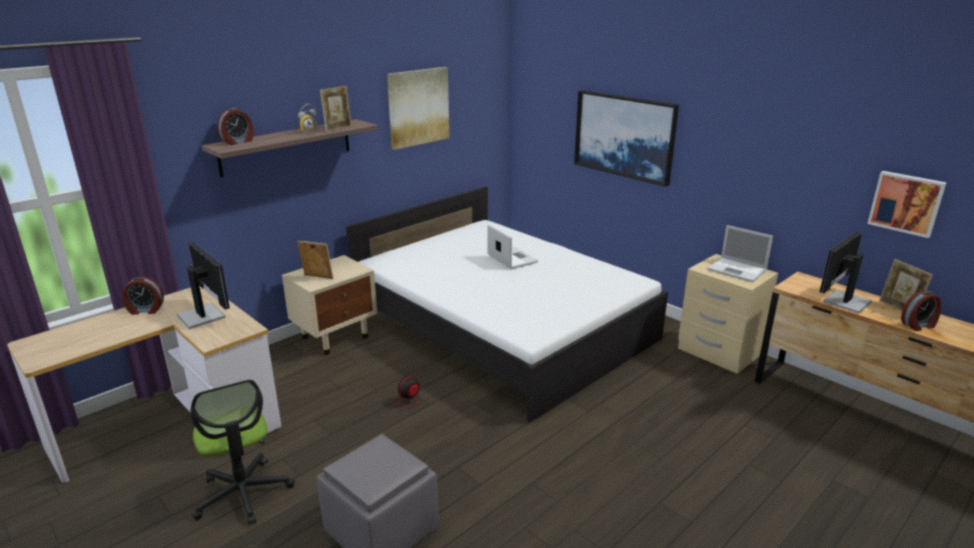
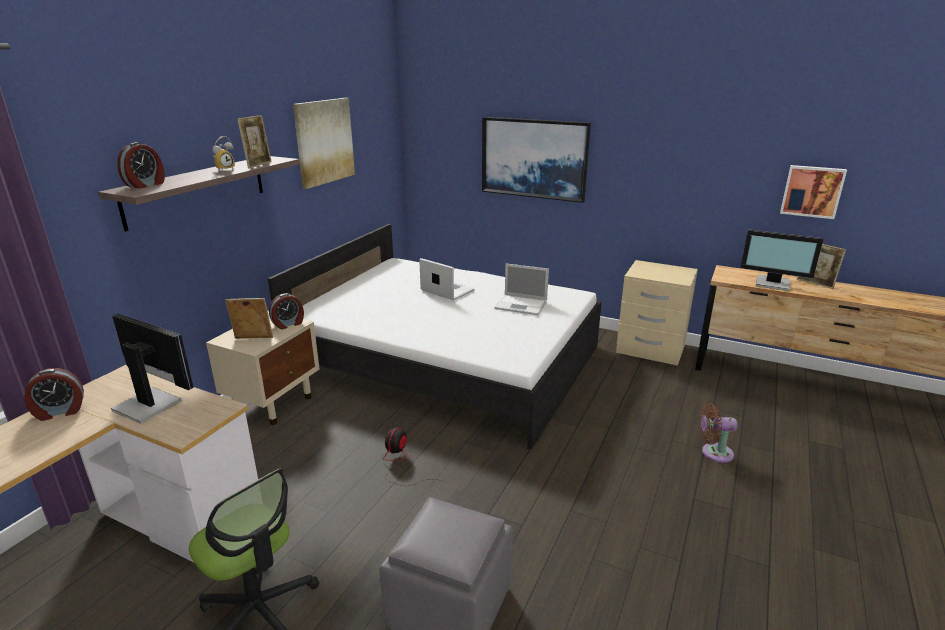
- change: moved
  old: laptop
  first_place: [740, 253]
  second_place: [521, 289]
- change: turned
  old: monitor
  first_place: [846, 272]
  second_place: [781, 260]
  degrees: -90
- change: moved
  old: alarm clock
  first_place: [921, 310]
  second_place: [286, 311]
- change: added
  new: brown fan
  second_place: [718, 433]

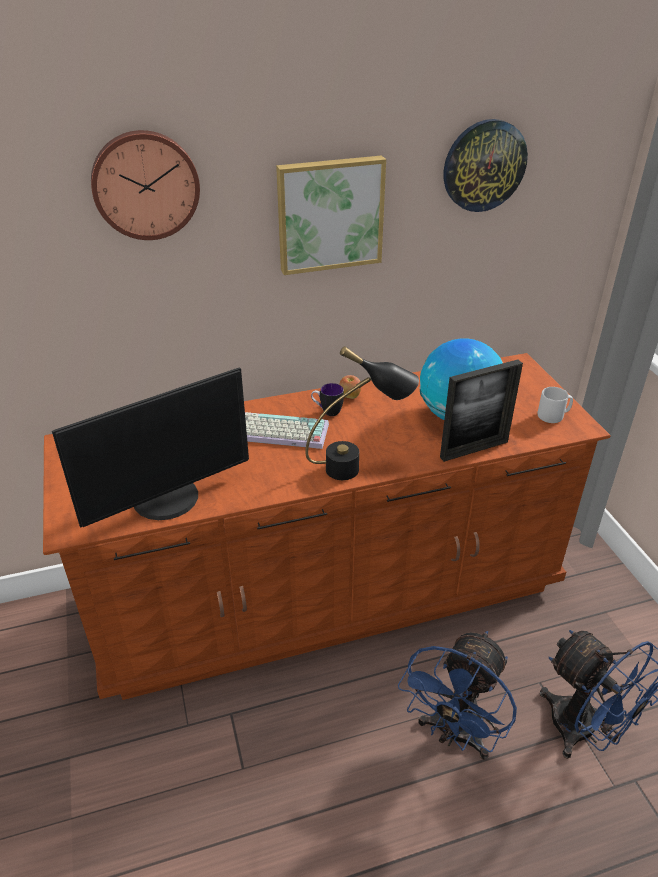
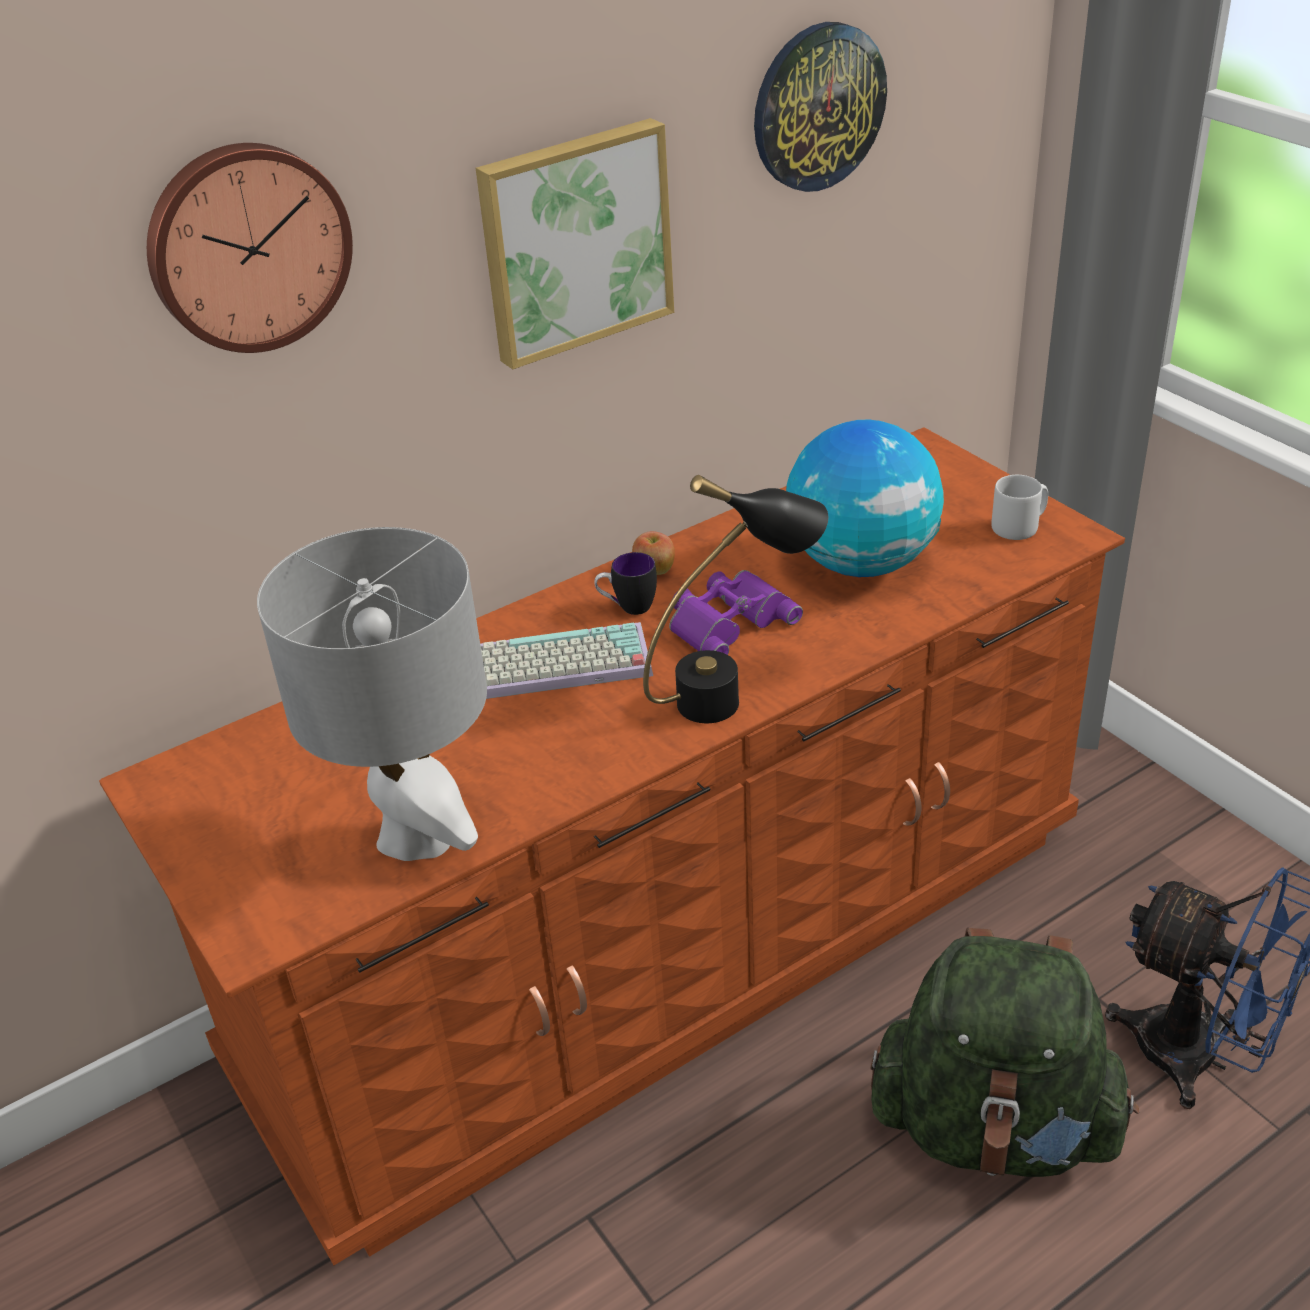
- change: removed
  old: picture frame
  first_place: [481, 410]
- change: replaced
  old: monitor
  new: grey table lamp
  first_place: [150, 447]
  second_place: [372, 694]
- change: replaced
  old: blue fan
  new: green backpack
  first_place: [457, 695]
  second_place: [1004, 1052]
- change: added
  new: purple binoculars
  second_place: [736, 612]

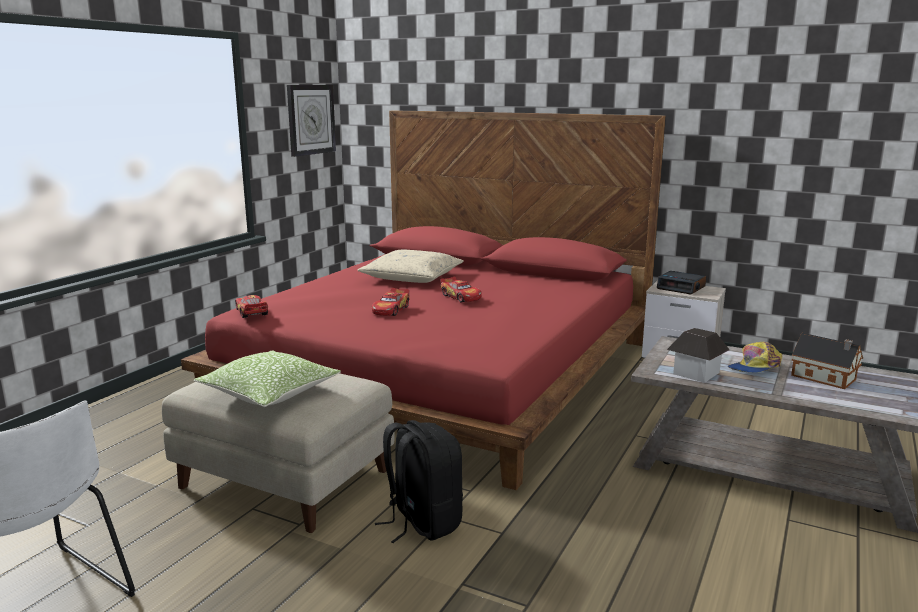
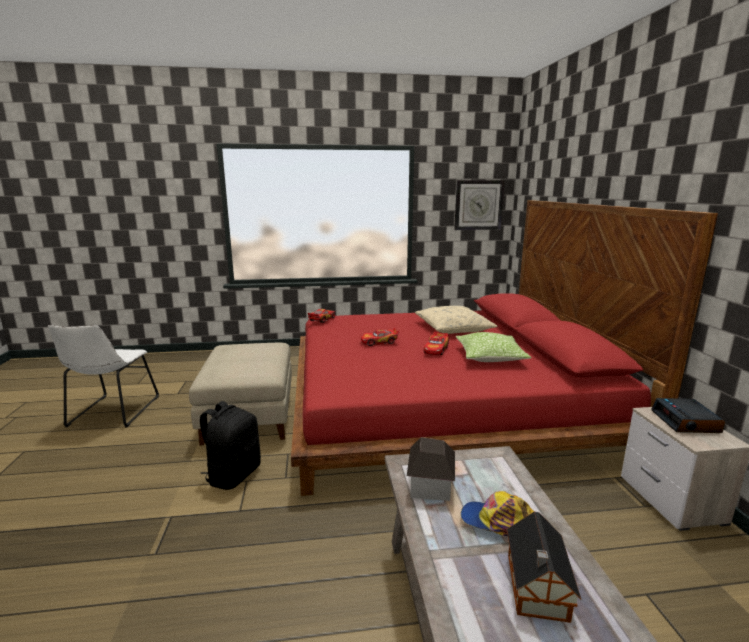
- change: moved
  old: pillow
  first_place: [267, 378]
  second_place: [494, 347]

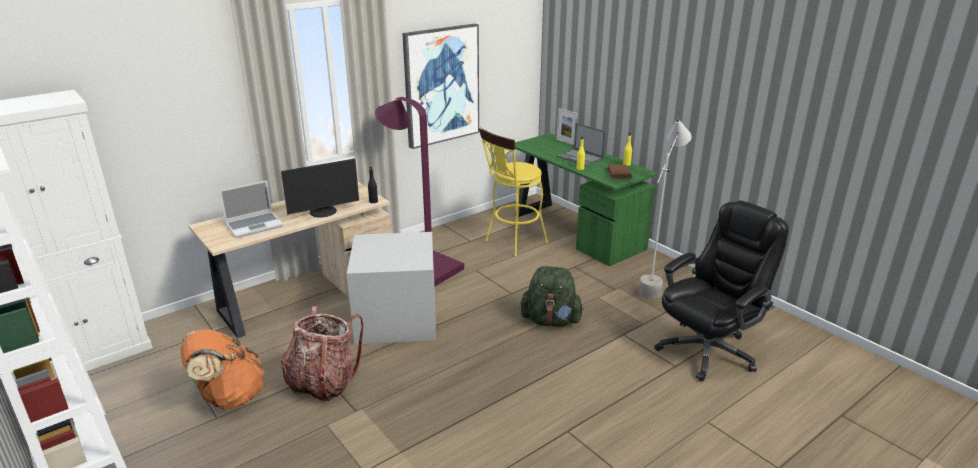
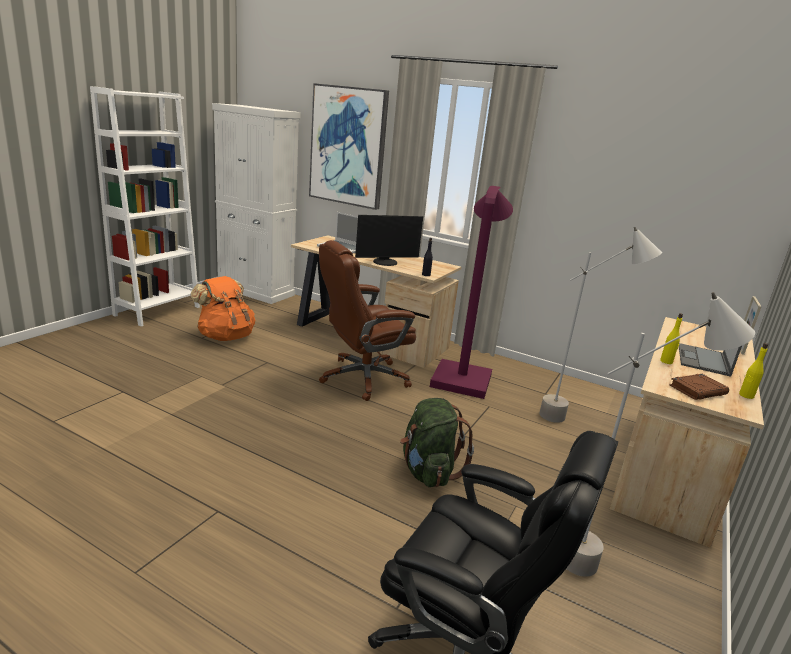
- change: moved
  old: picture
  first_place: [440, 86]
  second_place: [349, 146]
- change: replaced
  old: yellow stool
  new: grey floor lamp
  first_place: [513, 192]
  second_place: [600, 325]
- change: recoloured
  old: green desk
  new: beige desk
  first_place: [586, 199]
  second_place: [687, 432]
- change: turned
  old: monitor
  first_place: [320, 188]
  second_place: [389, 240]
  degrees: -60
- change: replaced
  old: grey storage box
  new: brown office chair
  first_place: [391, 288]
  second_place: [367, 320]
- change: removed
  old: backpack
  first_place: [322, 354]

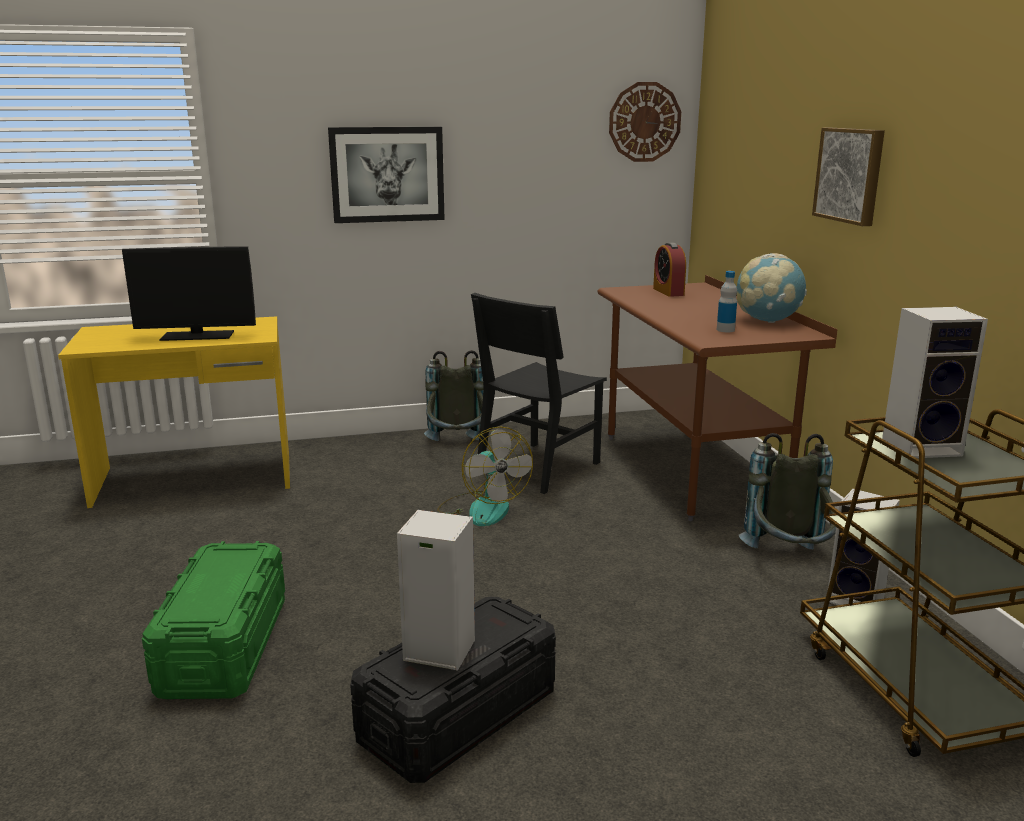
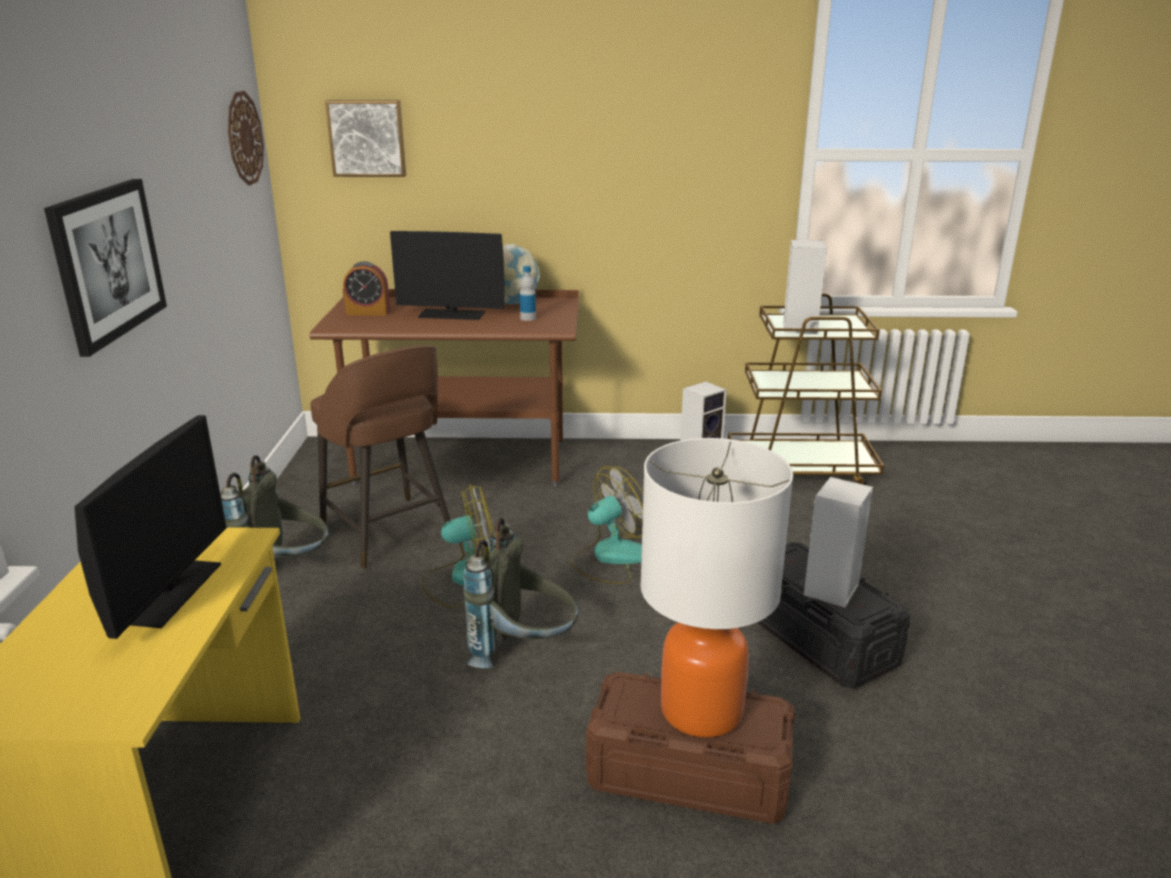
- change: moved
  old: picture
  first_place: [848, 177]
  second_place: [365, 138]
- change: replaced
  old: black chair
  new: brown stool
  first_place: [539, 393]
  second_place: [380, 456]
- change: moved
  old: grey backpack
  first_place: [787, 491]
  second_place: [521, 592]
- change: recoloured
  old: green storage box
  new: brown storage box
  first_place: [213, 620]
  second_place: [690, 748]
- change: added
  new: monitor
  second_place: [447, 275]
- change: added
  new: table lamp
  second_place: [716, 588]
- change: added
  new: fan
  second_place: [606, 525]

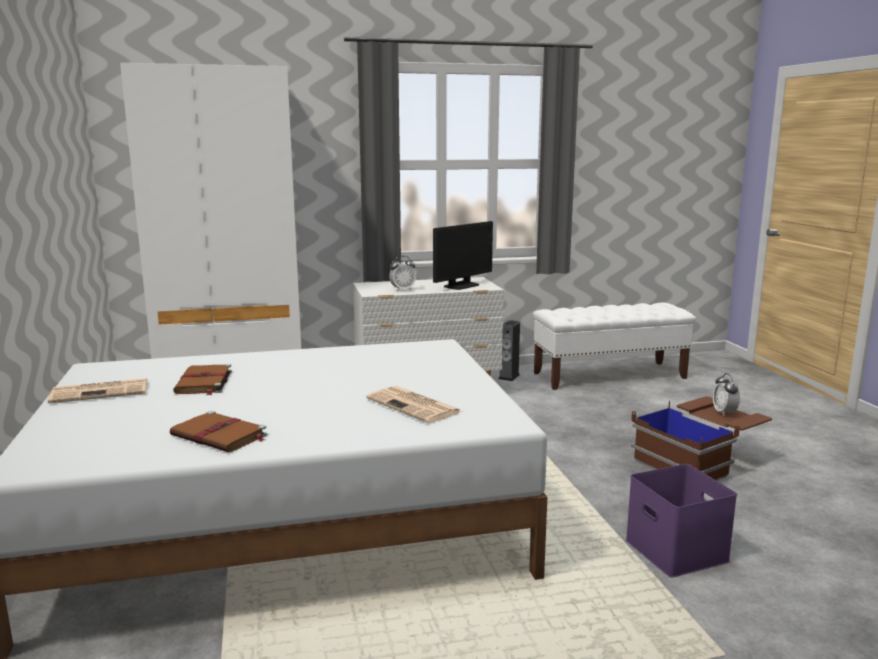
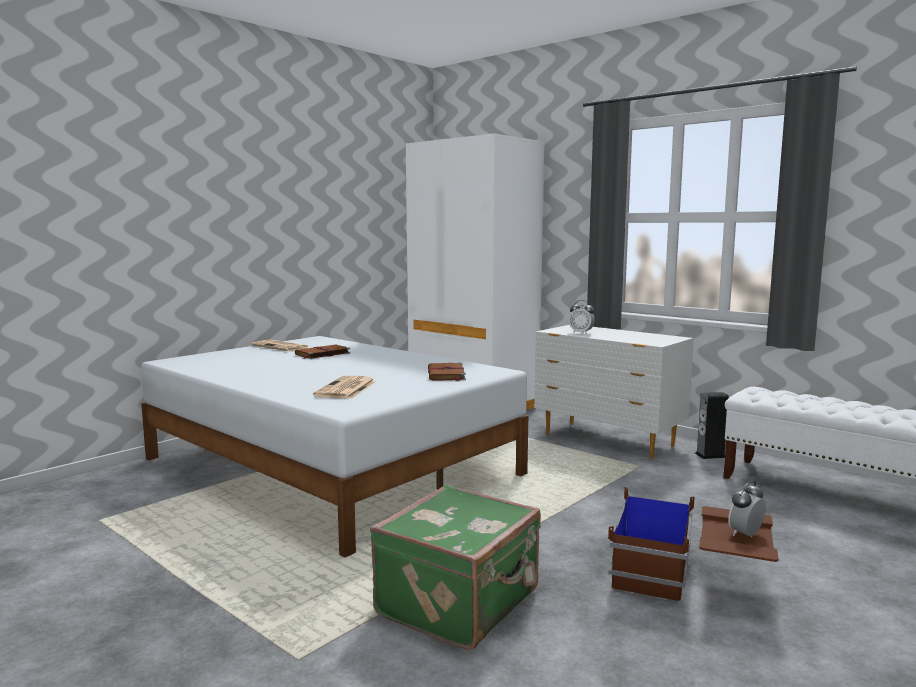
- change: removed
  old: monitor
  first_place: [463, 255]
- change: moved
  old: brown book
  first_place: [218, 431]
  second_place: [447, 372]
- change: replaced
  old: purple storage box
  new: green suitcase
  first_place: [681, 520]
  second_place: [455, 567]

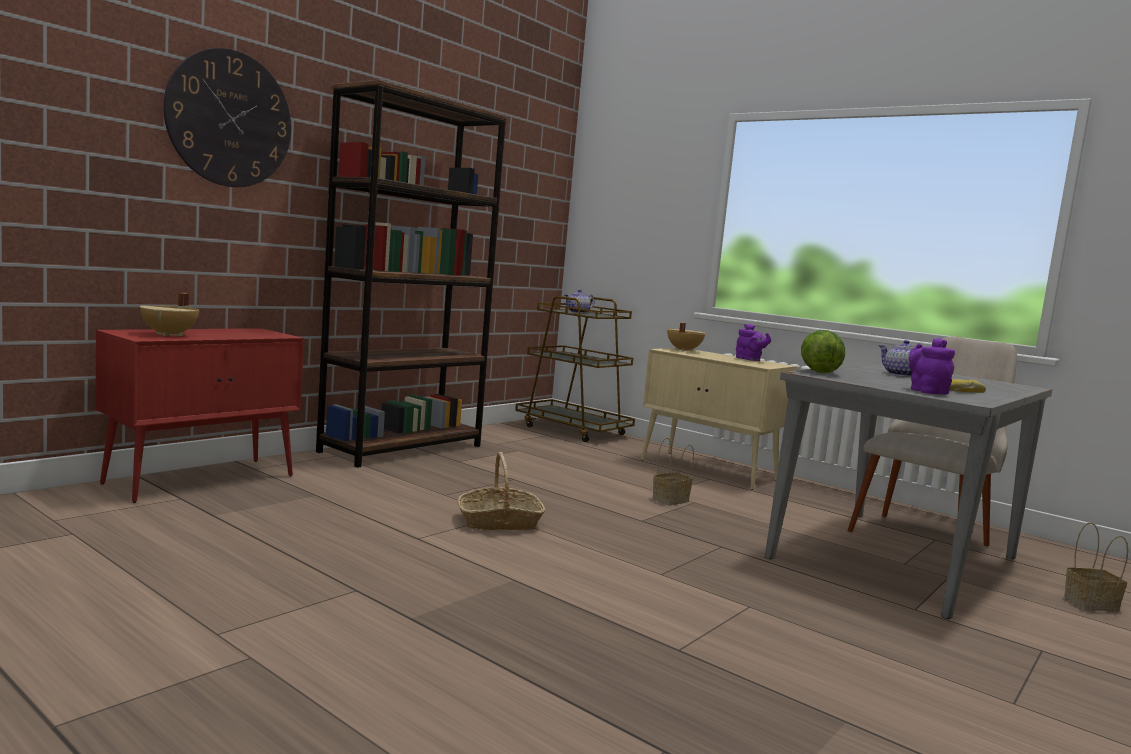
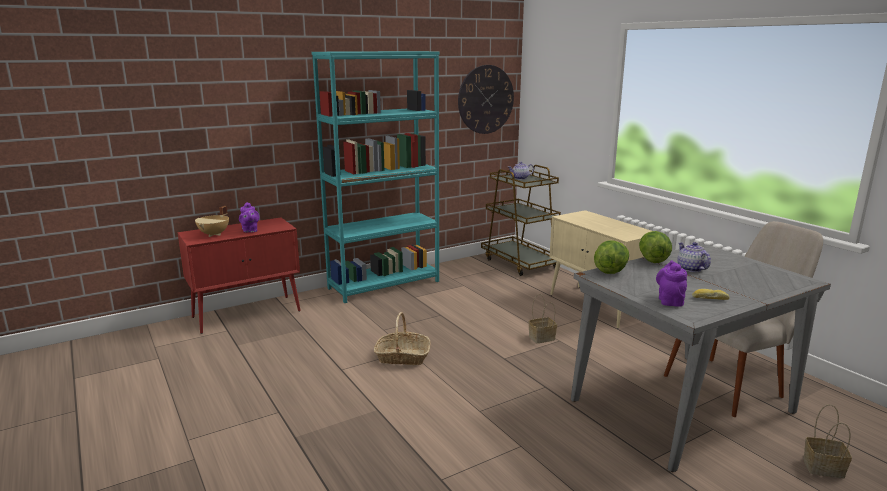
- change: moved
  old: wall clock
  first_place: [227, 117]
  second_place: [486, 99]
- change: recoloured
  old: brown bookcase
  new: turquoise bookcase
  first_place: [411, 273]
  second_place: [375, 177]
- change: removed
  old: beige cooking pot
  first_place: [686, 337]
- change: moved
  old: purple teapot
  first_place: [753, 342]
  second_place: [249, 217]
- change: added
  new: lettuce
  second_place: [655, 247]

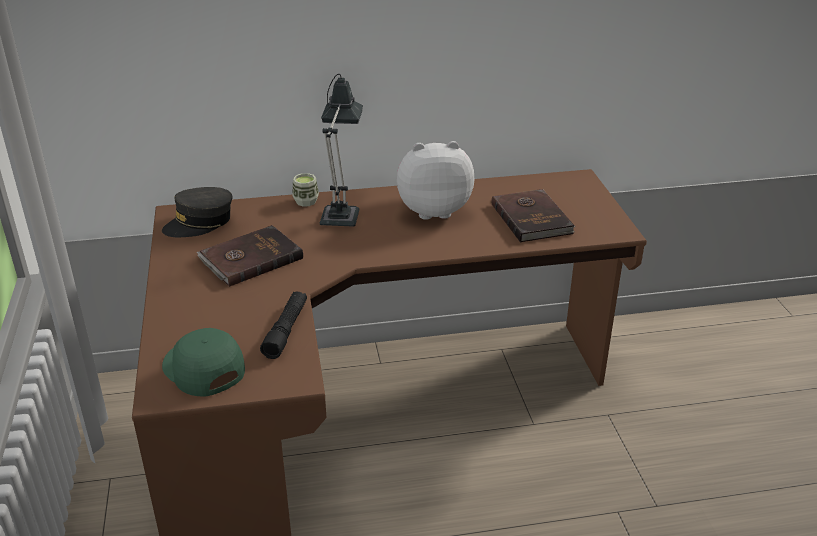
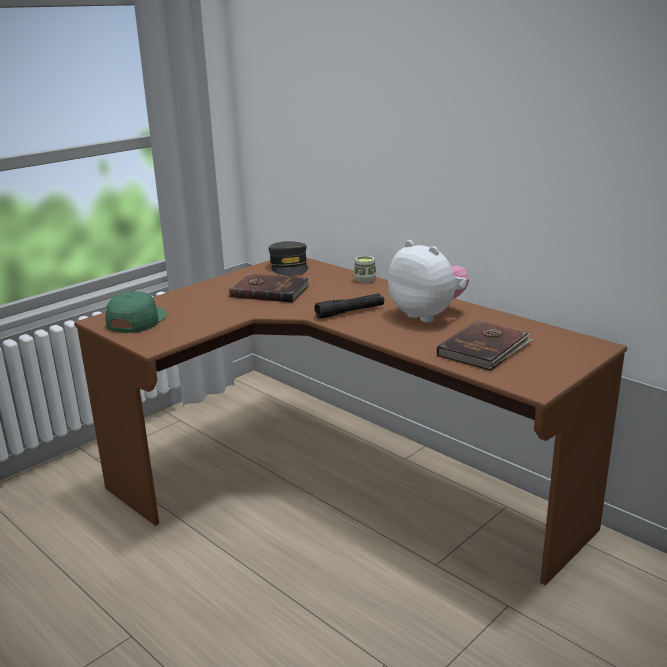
- change: removed
  old: table lamp
  first_place: [341, 150]
- change: turned
  old: grey cap
  first_place: [197, 212]
  second_place: [288, 258]
  degrees: -120
- change: moved
  old: black flashlight
  first_place: [283, 325]
  second_place: [349, 306]

